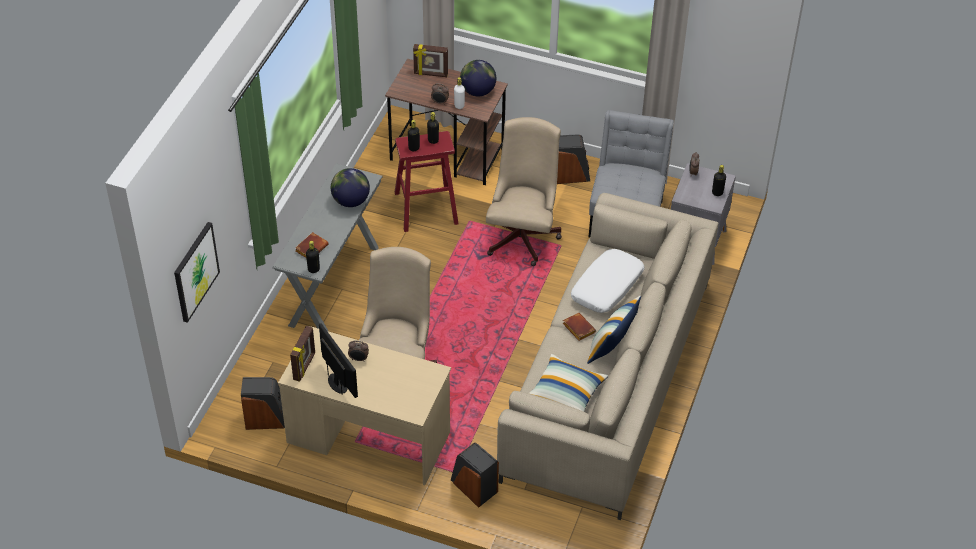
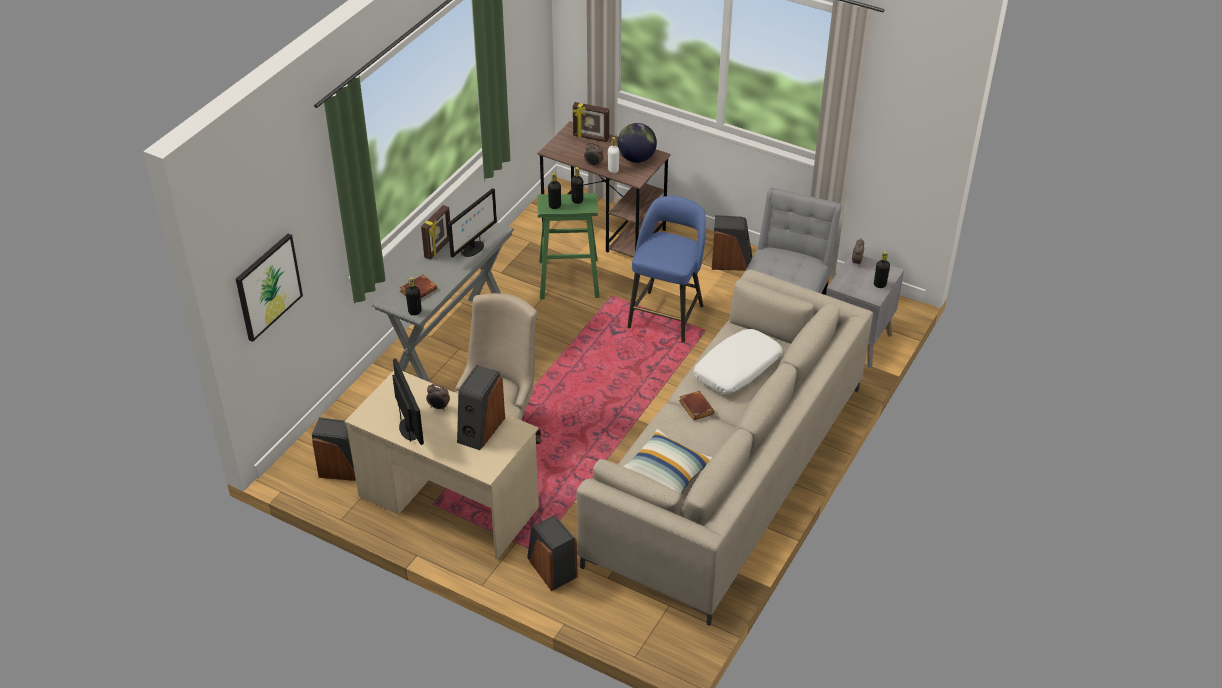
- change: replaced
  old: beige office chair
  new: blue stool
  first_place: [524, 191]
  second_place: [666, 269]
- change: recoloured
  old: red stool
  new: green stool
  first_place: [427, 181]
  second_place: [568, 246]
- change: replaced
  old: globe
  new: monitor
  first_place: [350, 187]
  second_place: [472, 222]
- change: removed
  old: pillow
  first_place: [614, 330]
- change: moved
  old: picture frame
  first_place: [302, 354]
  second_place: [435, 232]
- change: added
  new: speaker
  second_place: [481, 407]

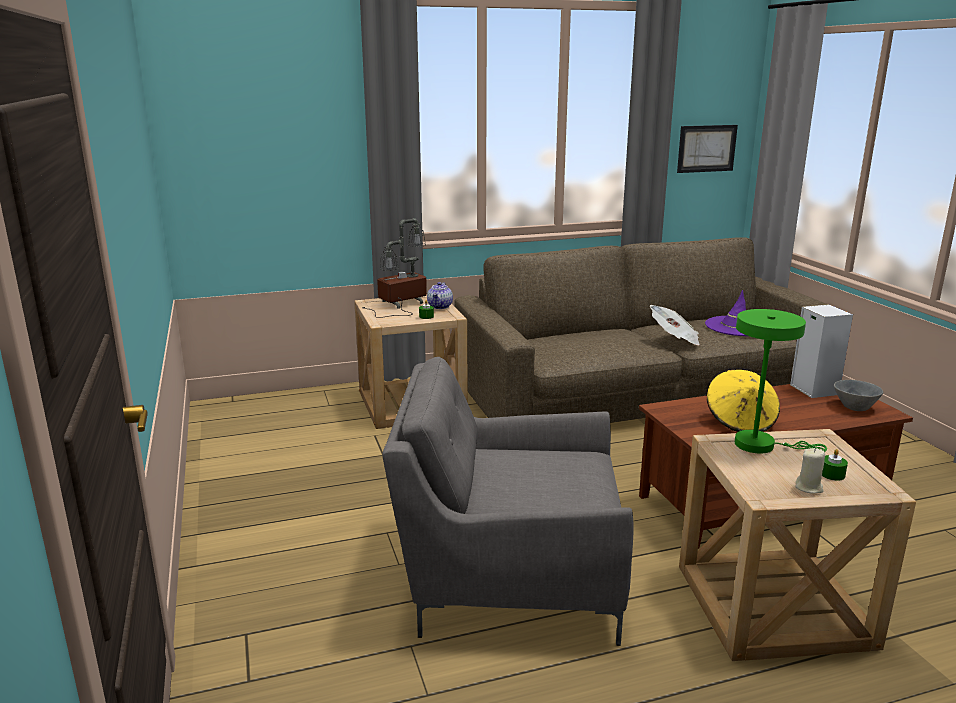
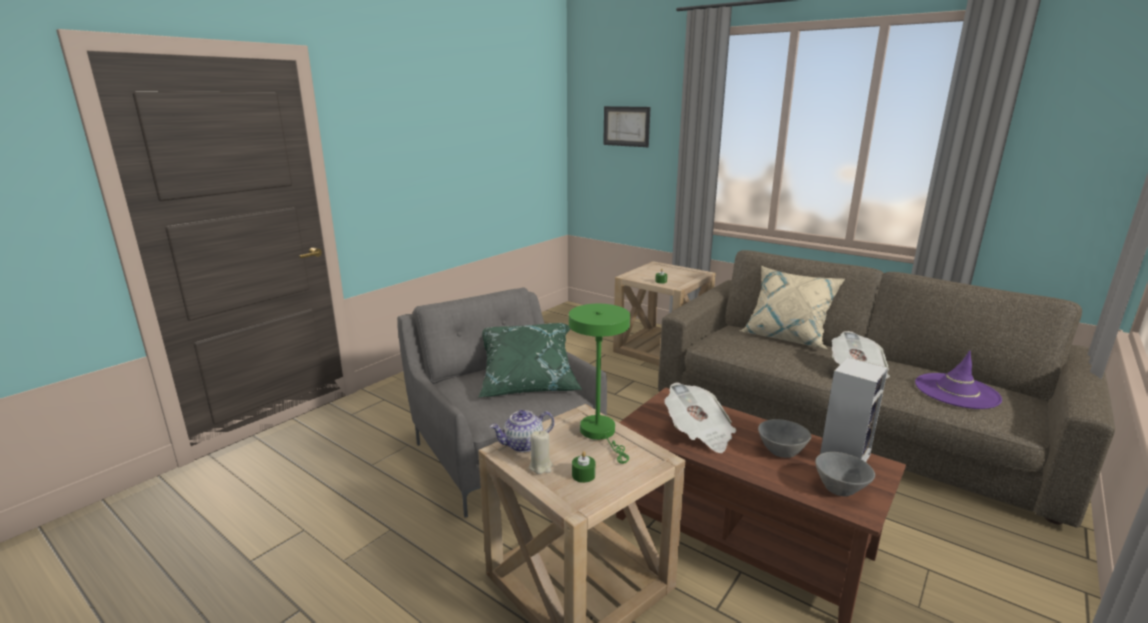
- change: moved
  old: picture
  first_place: [707, 149]
  second_place: [627, 126]
- change: removed
  old: table lamp
  first_place: [394, 268]
- change: moved
  old: teapot
  first_place: [440, 295]
  second_place: [522, 431]
- change: replaced
  old: yellow hat
  new: newspaper
  first_place: [743, 401]
  second_place: [700, 417]
- change: added
  new: beige pillow
  second_place: [792, 308]
- change: added
  new: green pillow
  second_place: [530, 360]
- change: added
  new: grey bowl
  second_place: [784, 438]

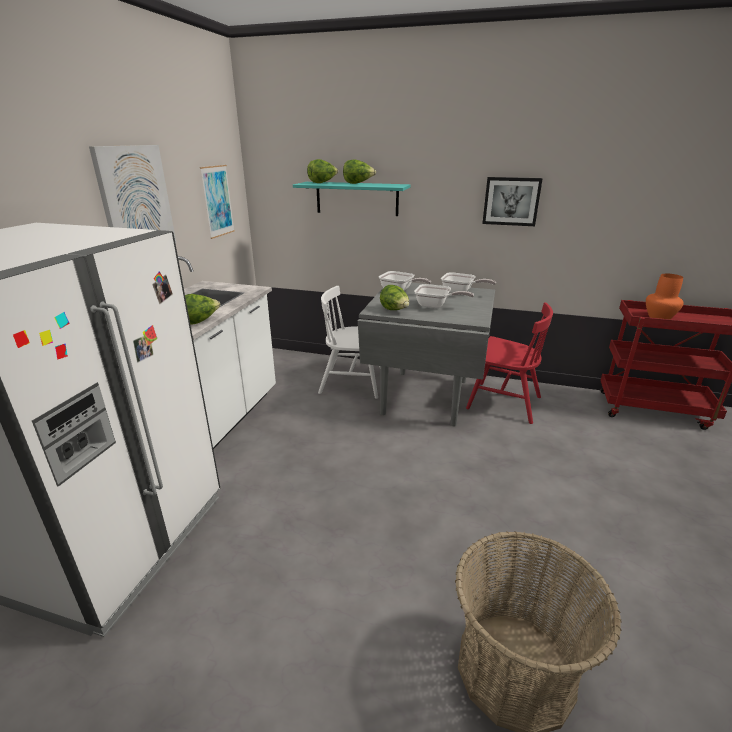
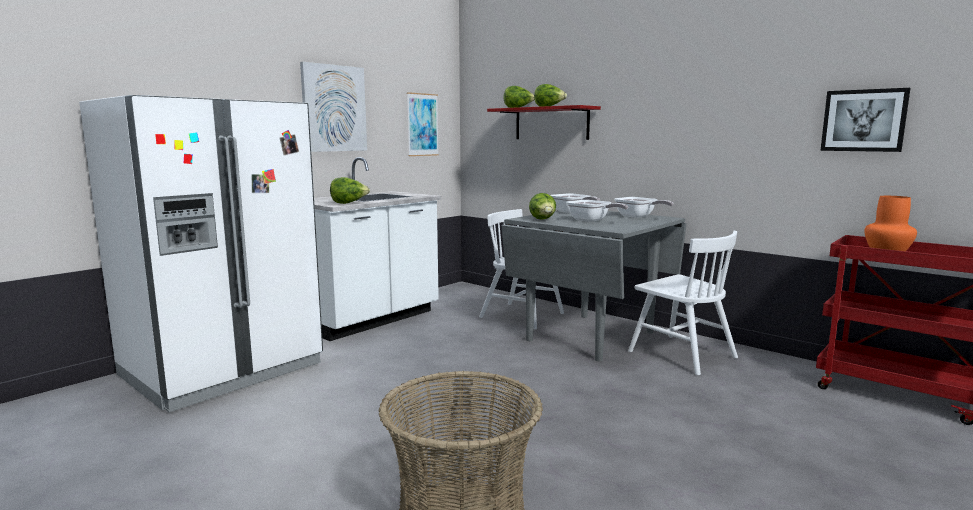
- change: moved
  old: picture
  first_place: [512, 201]
  second_place: [865, 120]
- change: recoloured
  old: turquoise shelf
  new: red shelf
  first_place: [352, 199]
  second_place: [544, 122]
- change: recoloured
  old: red chair
  new: white chair
  first_place: [509, 363]
  second_place: [683, 303]

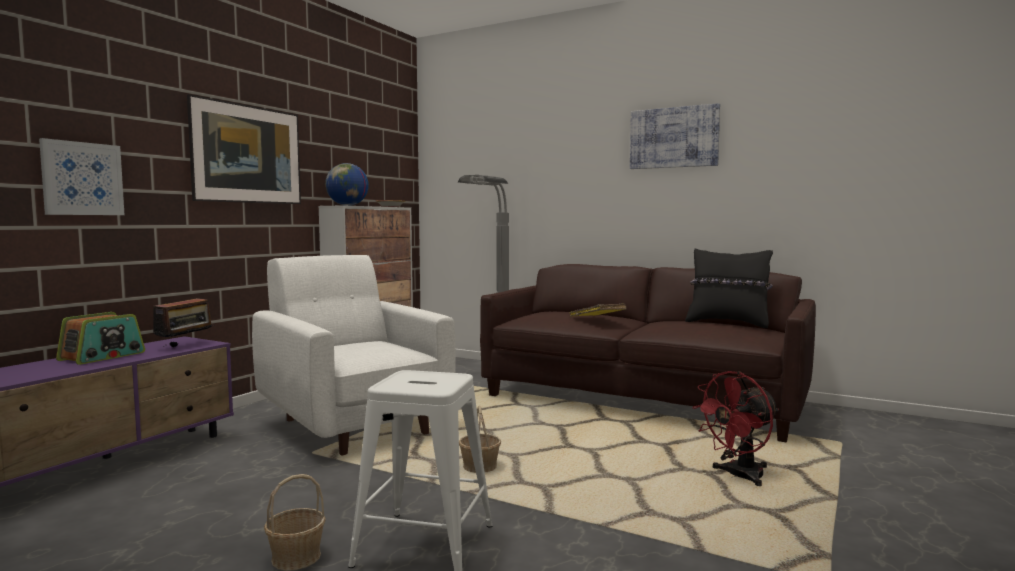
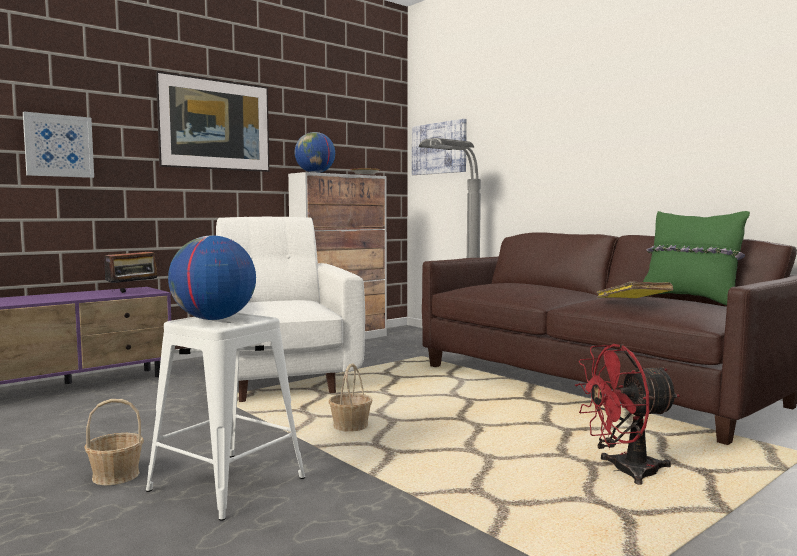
- change: moved
  old: picture
  first_place: [675, 136]
  second_place: [439, 147]
- change: recoloured
  old: black pillow
  new: green pillow
  first_place: [729, 288]
  second_place: [696, 258]
- change: moved
  old: yellow book
  first_place: [598, 310]
  second_place: [635, 289]
- change: removed
  old: radio
  first_place: [100, 338]
- change: added
  new: globe
  second_place: [212, 277]

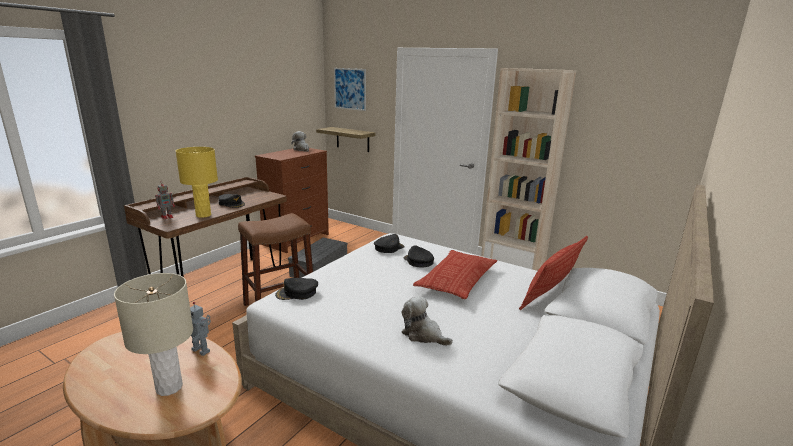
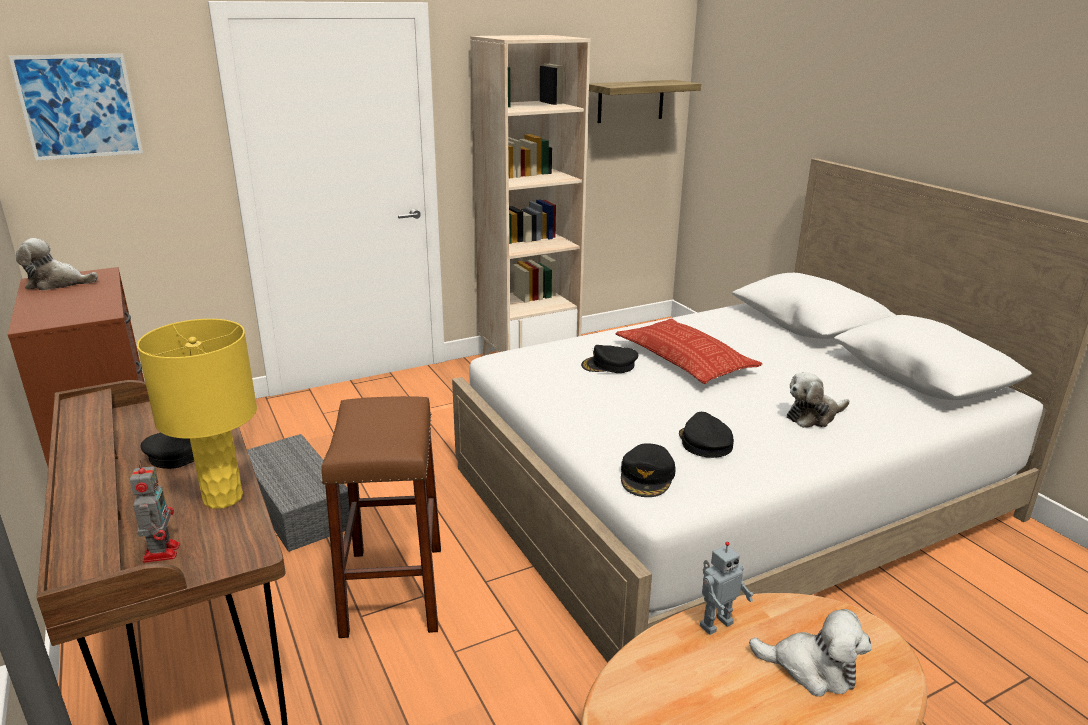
- change: moved
  old: shelf
  first_place: [346, 139]
  second_place: [645, 101]
- change: moved
  old: black cap
  first_place: [389, 243]
  second_place: [706, 435]
- change: removed
  old: pillow
  first_place: [553, 273]
- change: replaced
  old: beige table lamp
  new: plush toy
  first_place: [153, 334]
  second_place: [810, 653]

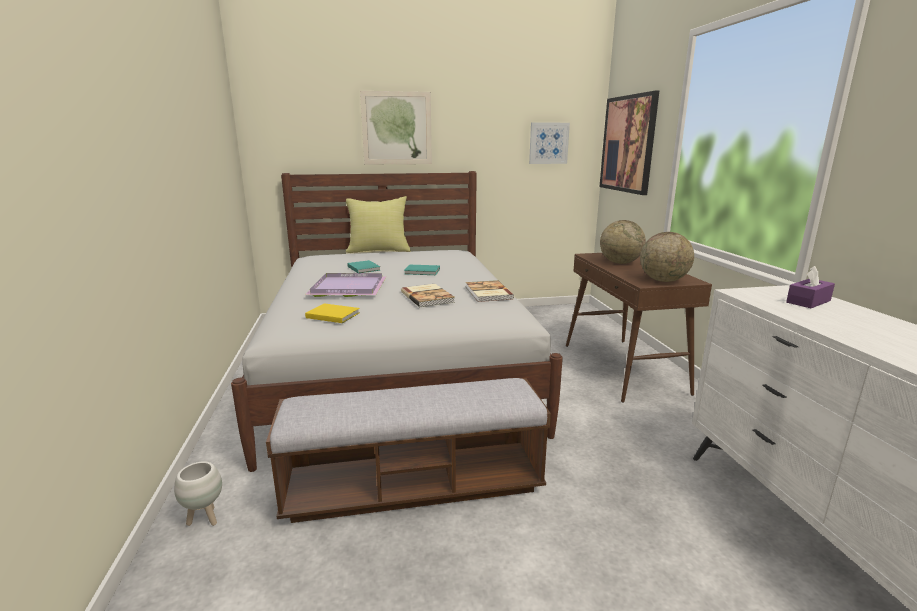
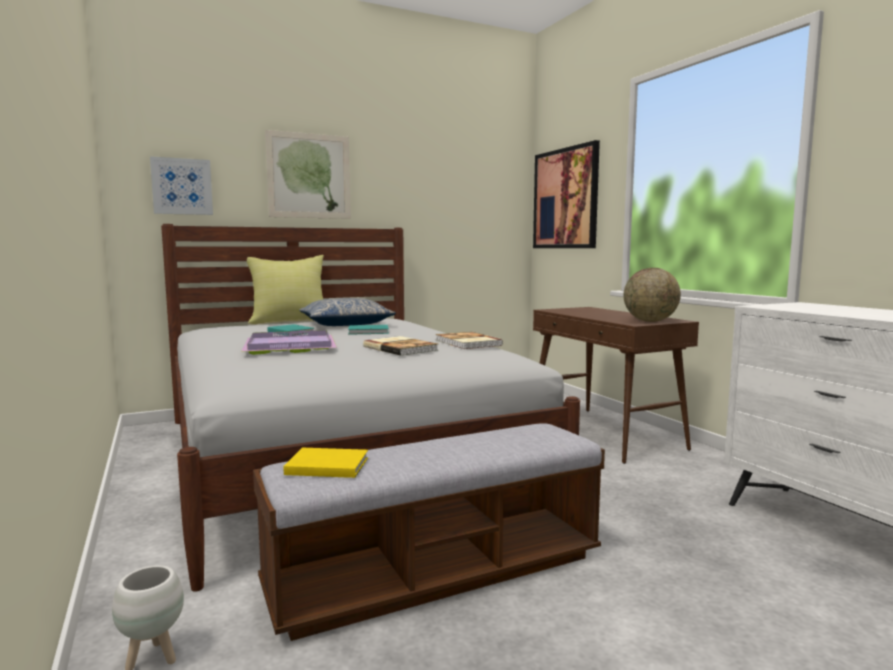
- change: moved
  old: picture
  first_place: [549, 143]
  second_place: [181, 185]
- change: removed
  old: globe
  first_place: [623, 242]
- change: removed
  old: purple tissue box
  first_place: [810, 287]
- change: moved
  old: yellow book
  first_place: [332, 313]
  second_place: [326, 463]
- change: added
  new: pillow
  second_place: [347, 312]

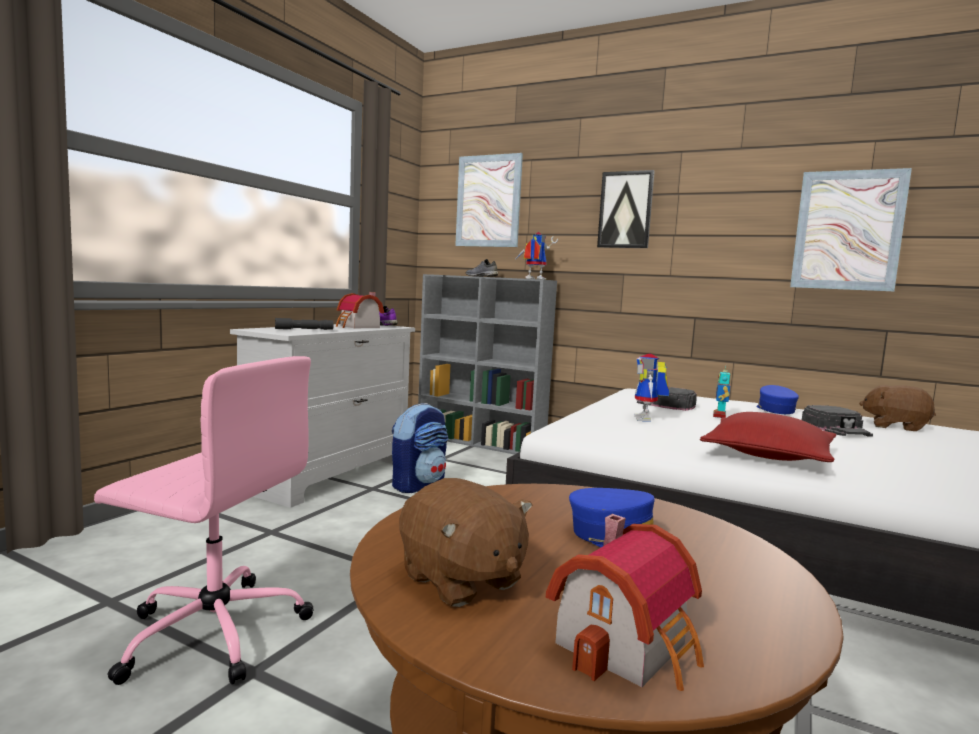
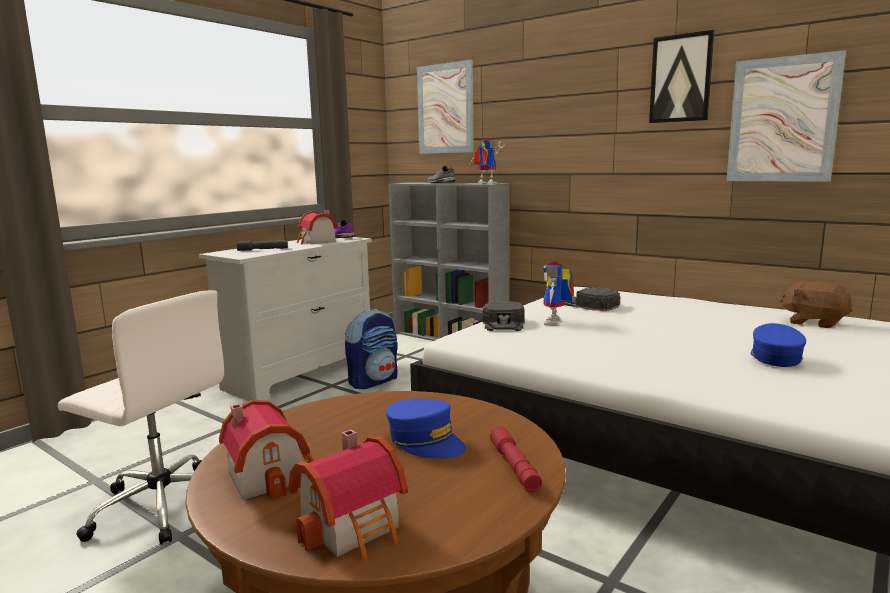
- change: moved
  old: picture
  first_place: [626, 209]
  second_place: [681, 76]
- change: recoloured
  old: pink office chair
  new: white office chair
  first_place: [204, 520]
  second_place: [141, 417]
- change: removed
  old: toy robot
  first_place: [721, 393]
- change: moved
  old: blue cap
  first_place: [778, 399]
  second_place: [778, 345]
- change: moved
  old: black cap
  first_place: [837, 421]
  second_place: [504, 316]
- change: removed
  old: red pillow
  first_place: [768, 437]
- change: replaced
  old: brown plush toy
  new: toy house
  first_place: [465, 542]
  second_place: [266, 450]
- change: added
  new: red flashlight
  second_place: [516, 459]

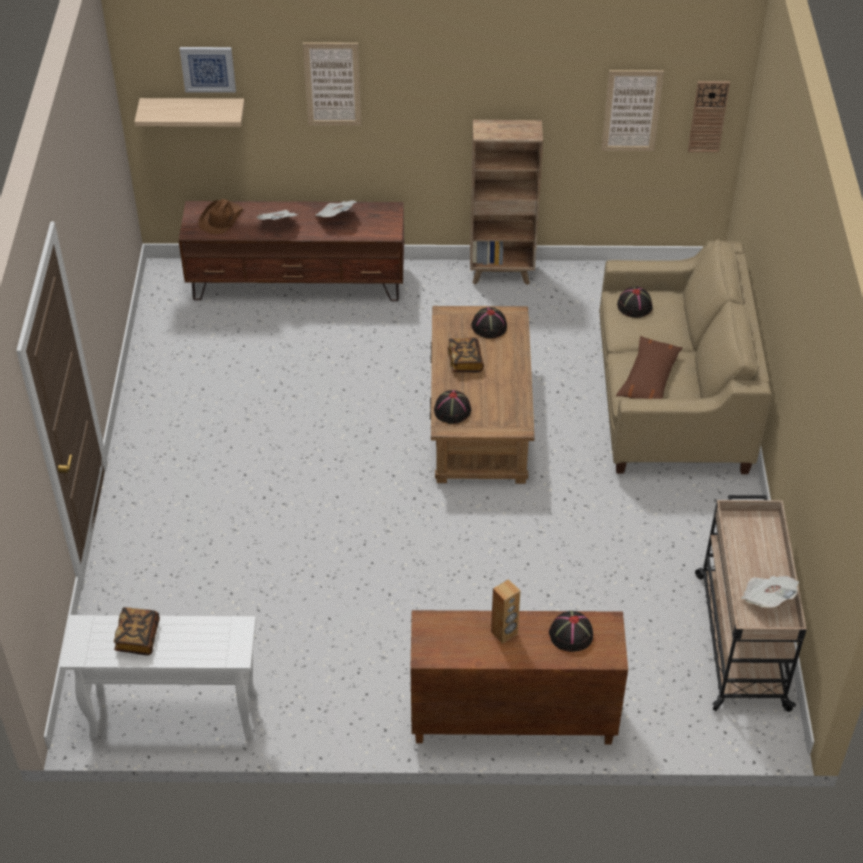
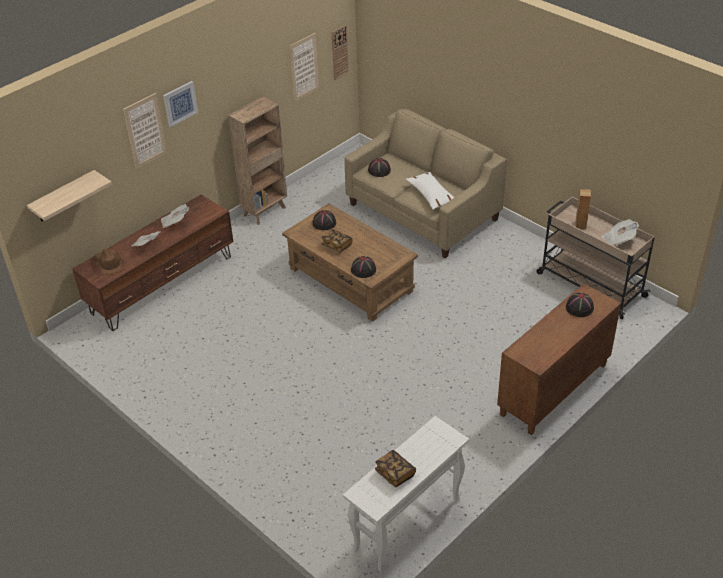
- change: moved
  old: picture
  first_place: [208, 70]
  second_place: [180, 104]
- change: recoloured
  old: brown pillow
  new: white pillow
  first_place: [649, 367]
  second_place: [430, 191]
- change: moved
  old: brown speaker
  first_place: [505, 611]
  second_place: [583, 209]

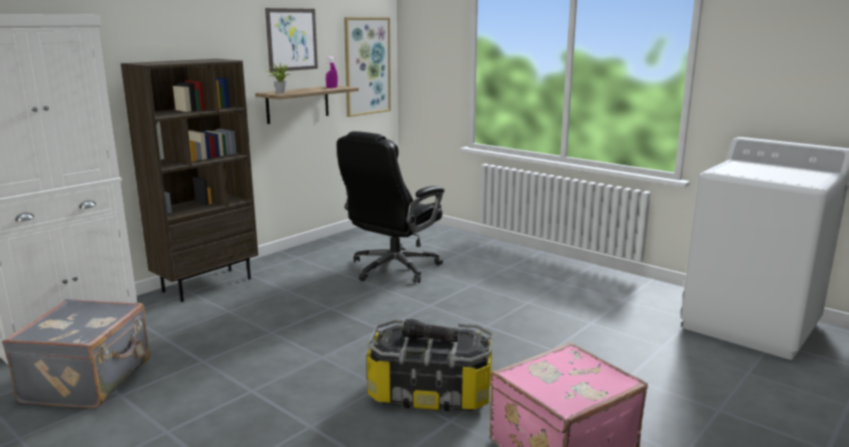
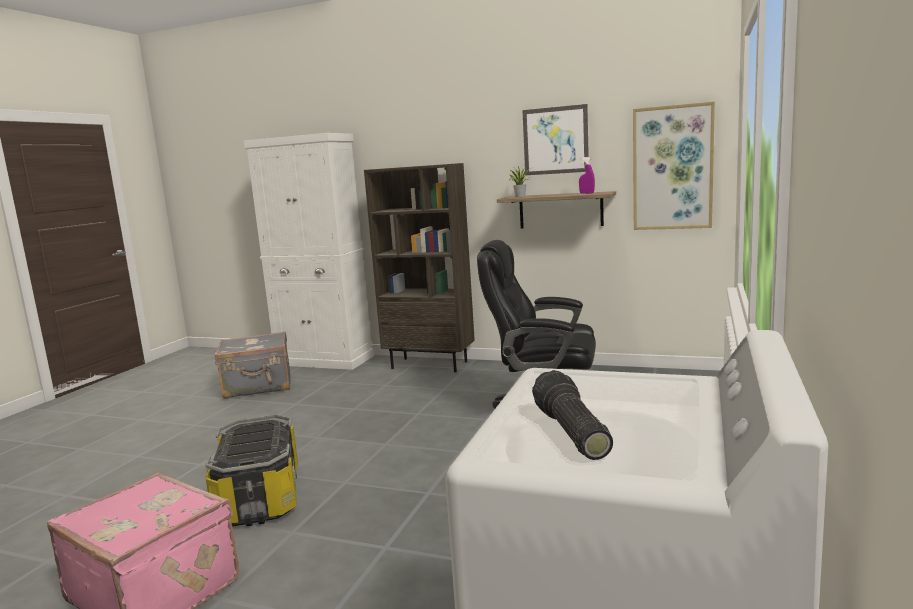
- change: moved
  old: flashlight
  first_place: [431, 330]
  second_place: [572, 415]

